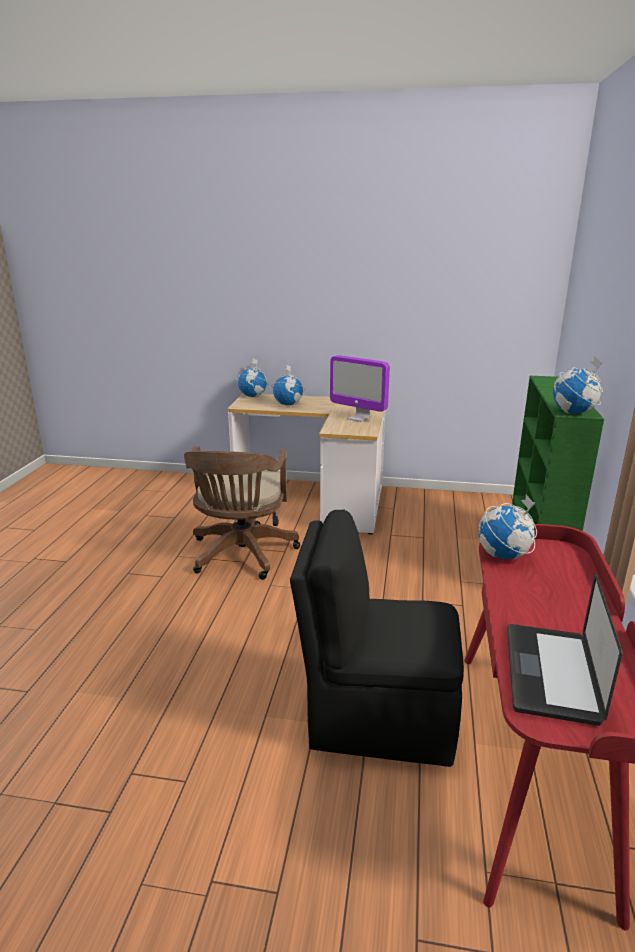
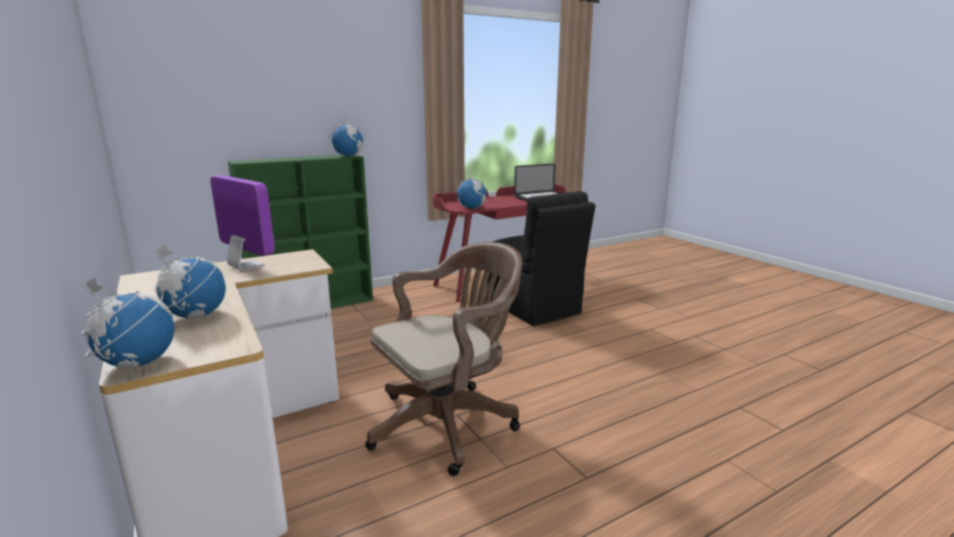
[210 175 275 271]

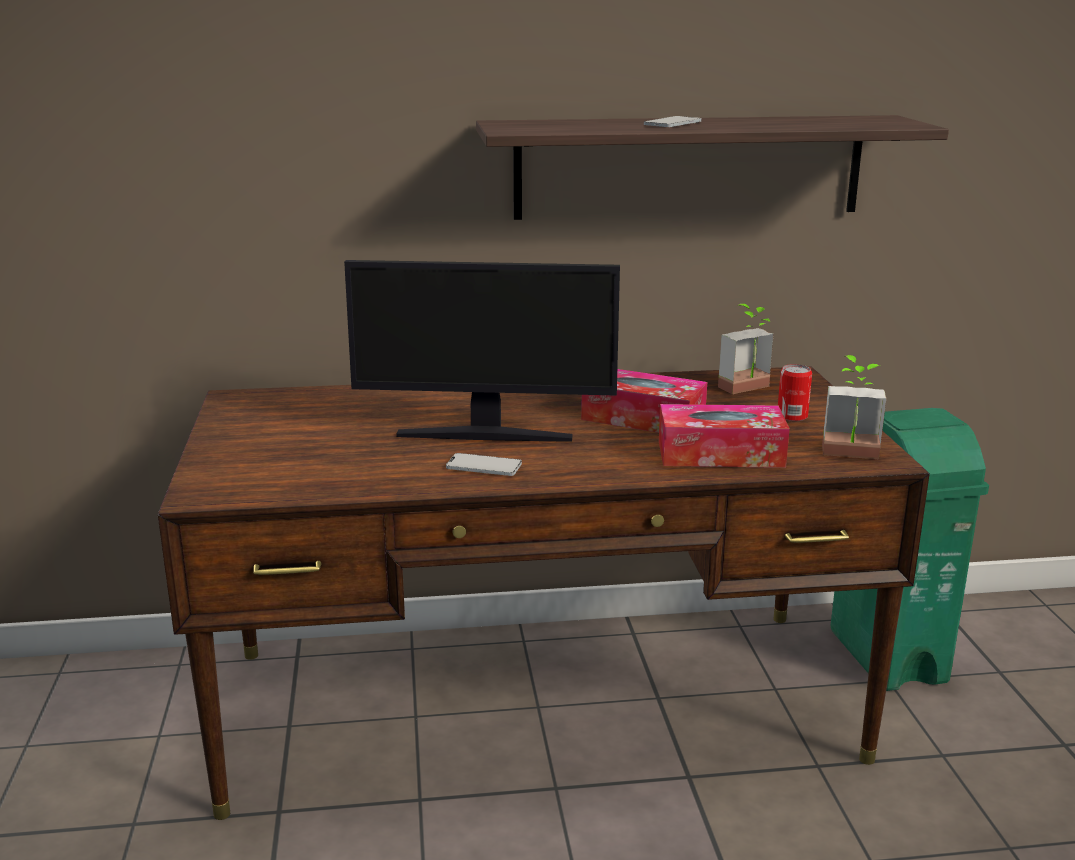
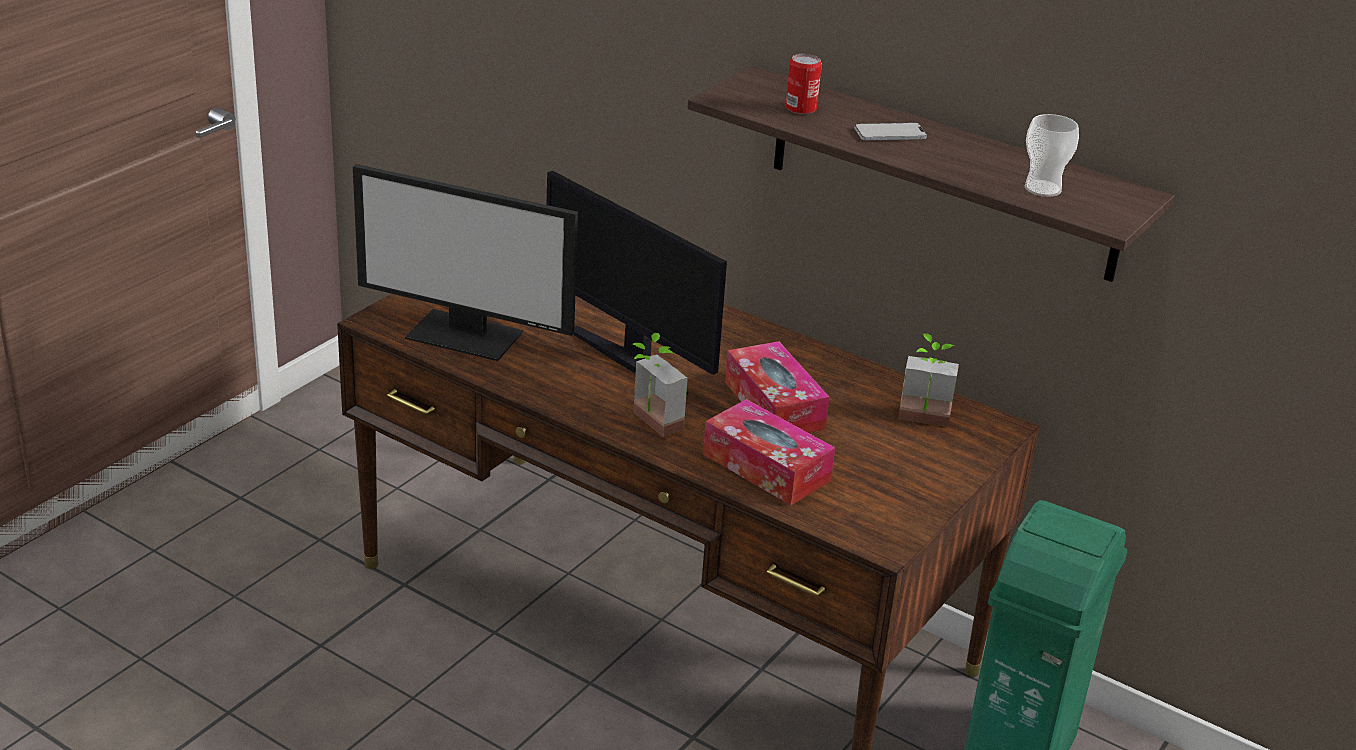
[446 453 522 476] (first image)
[786 54 822 114]
[632 333 688 437]
[353 164 578 361]
[1025 114 1079 197]

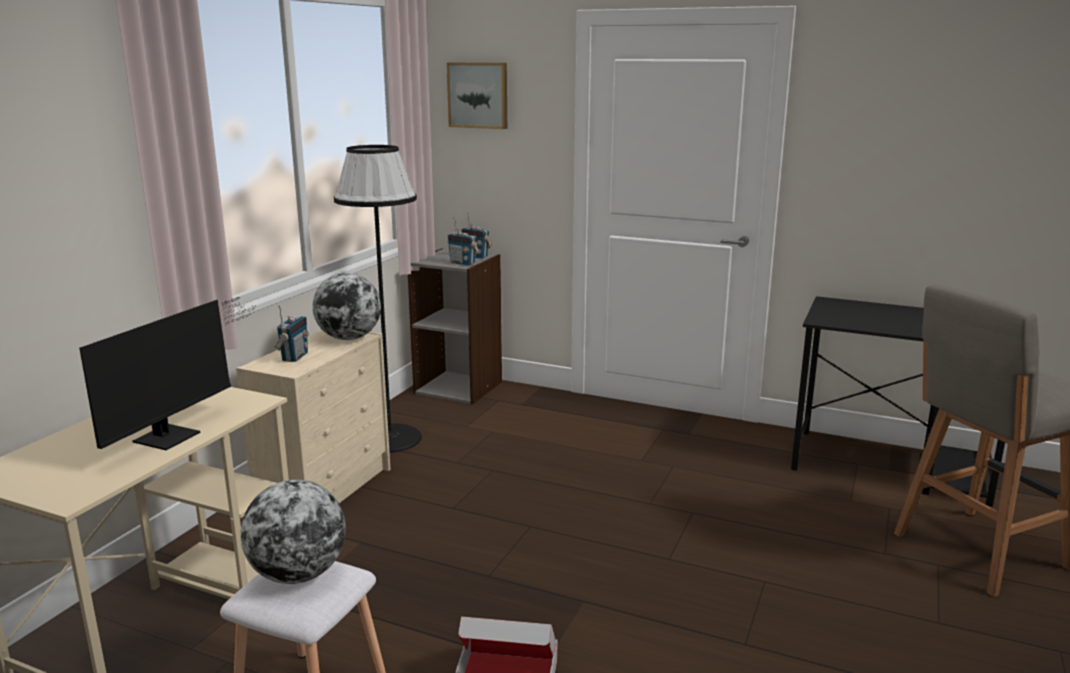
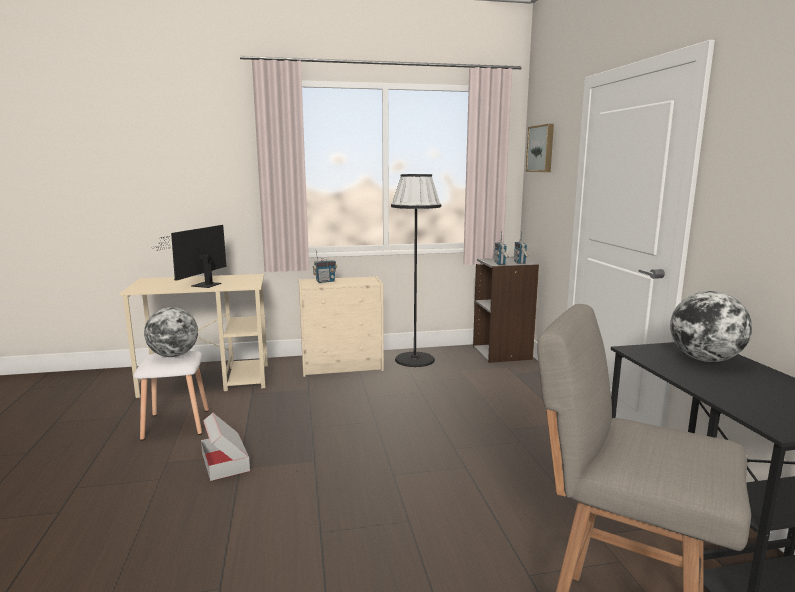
[153 225 227 288]
[670 291 752 362]

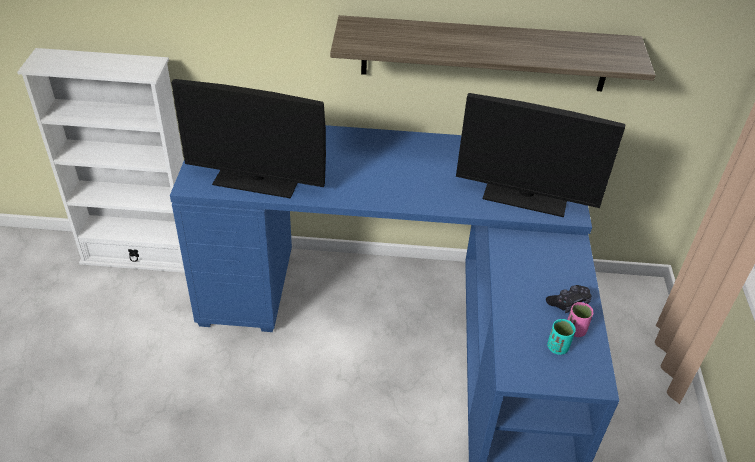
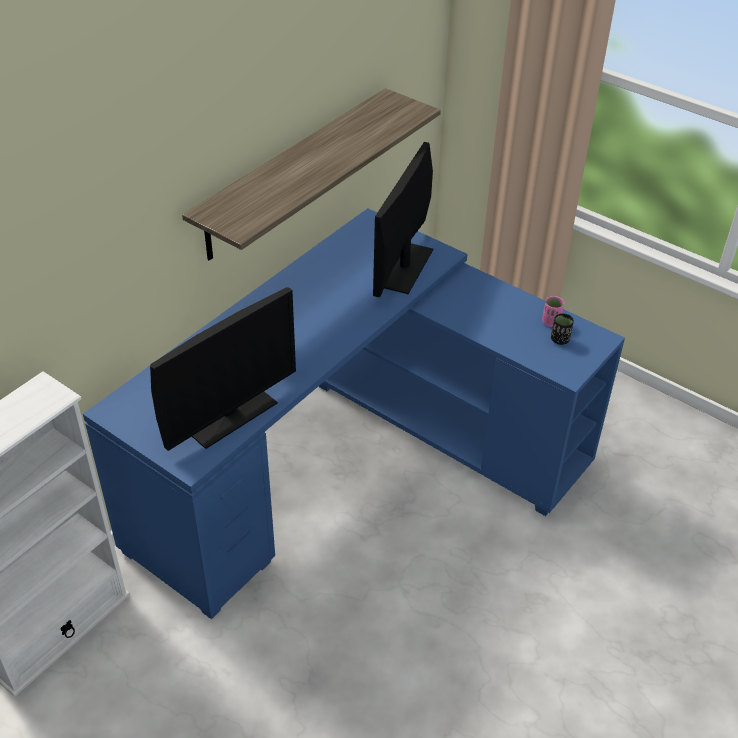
[373 142 433 297]
[546 285 592 313] (first image)
[551 313 574 345]

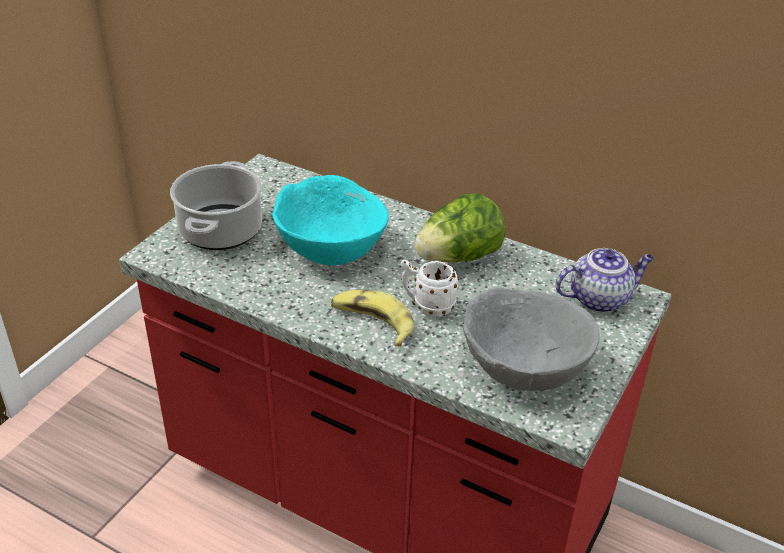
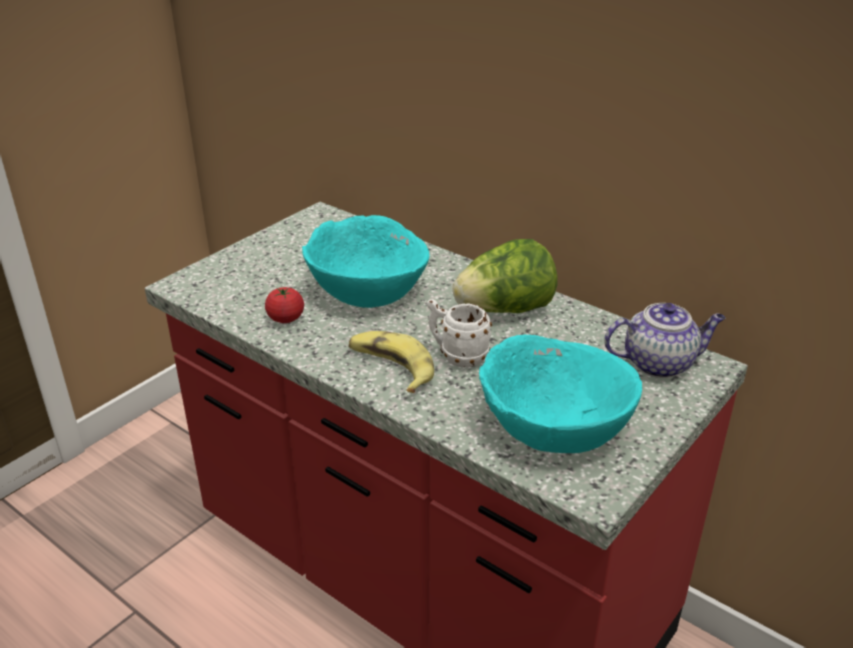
[170 161 262 250] (first image)
[479 335 642 453]
[265 287 304 323]

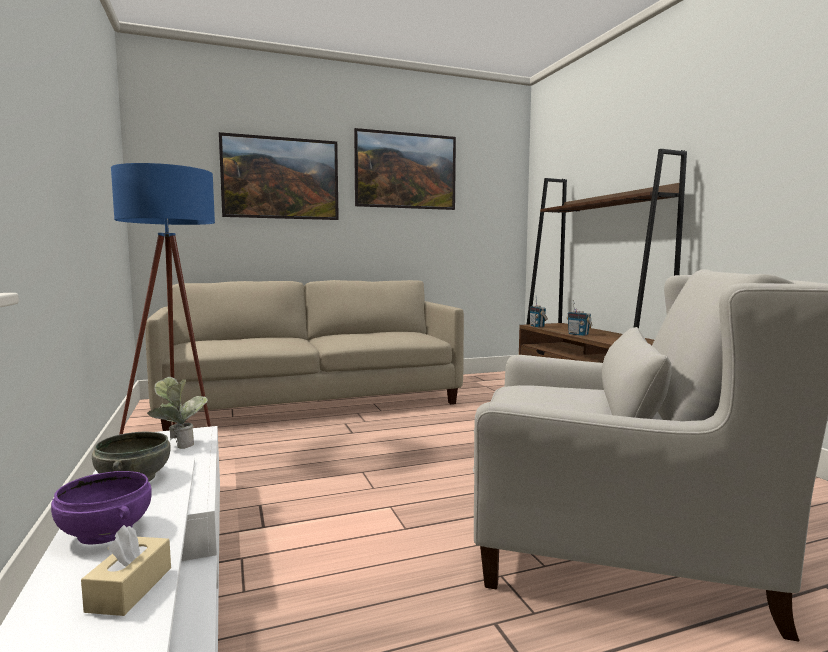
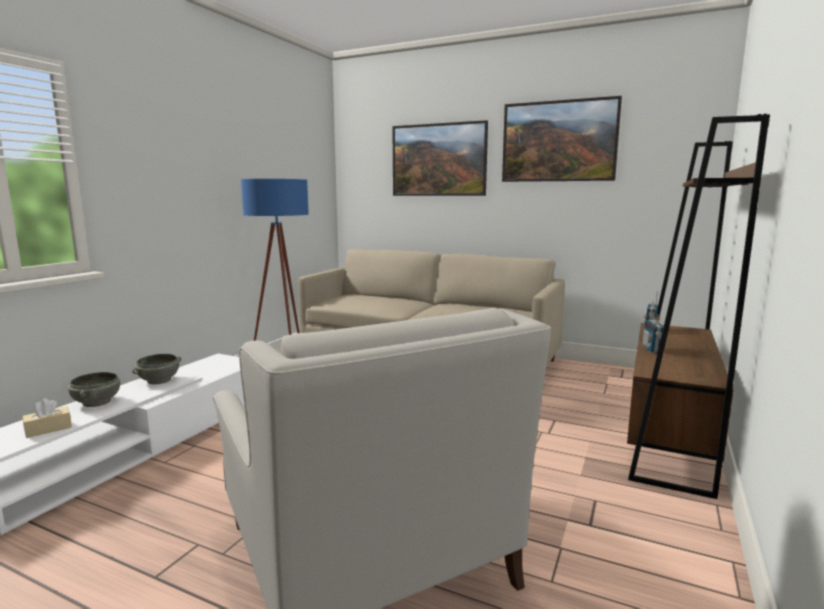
[68 372 120 407]
[148 377 208 449] (first image)

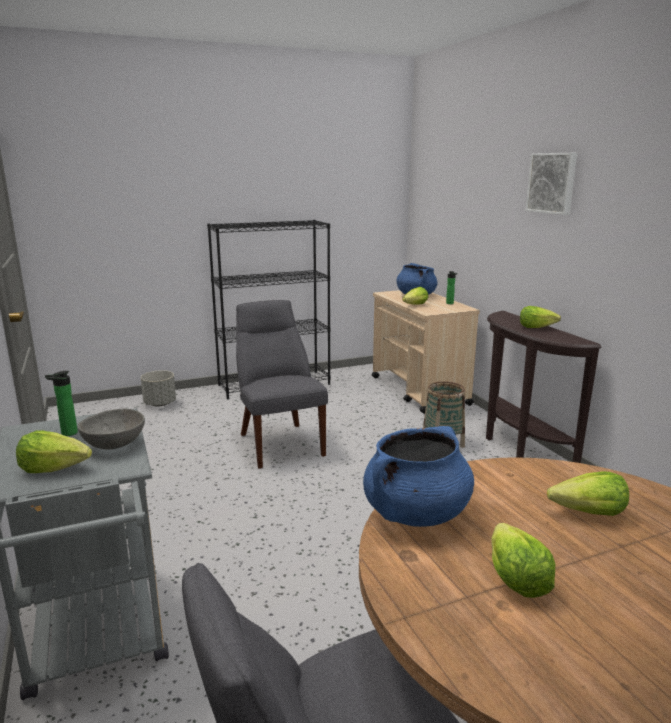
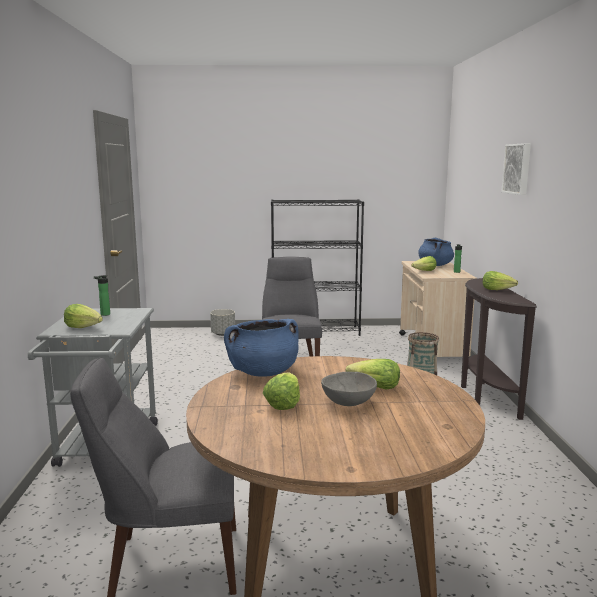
[321 372 377 406]

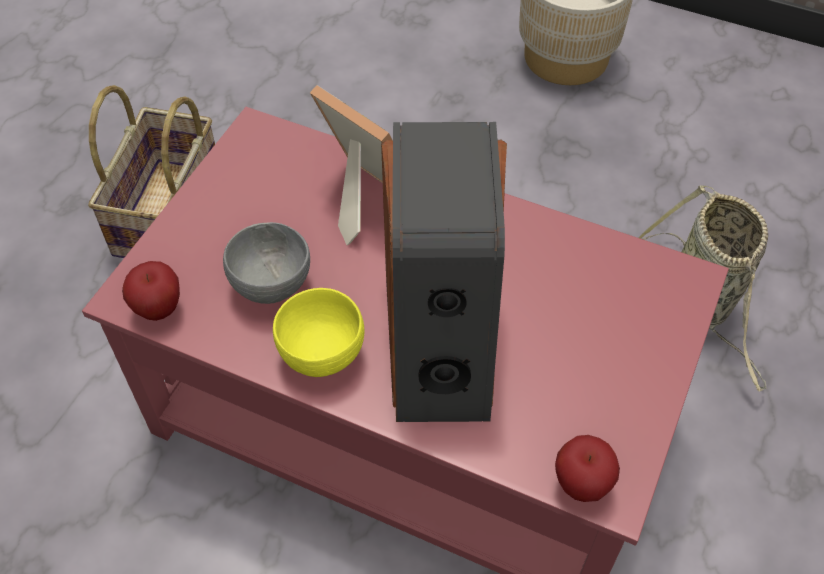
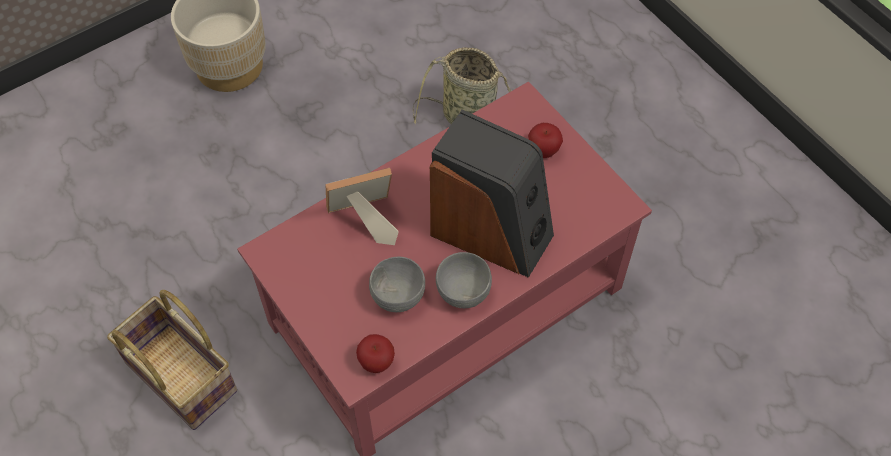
[436 252 492 308]
[528 123 563 158]

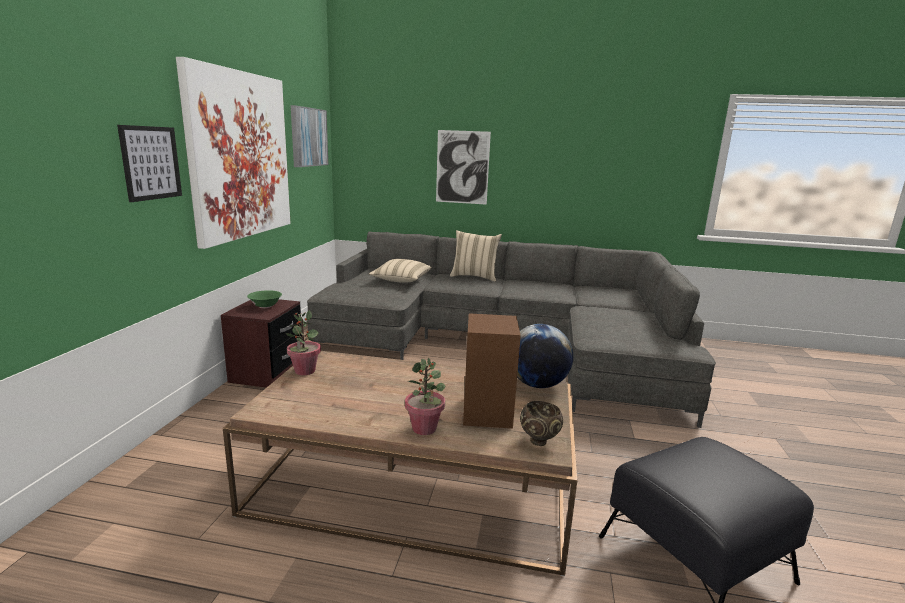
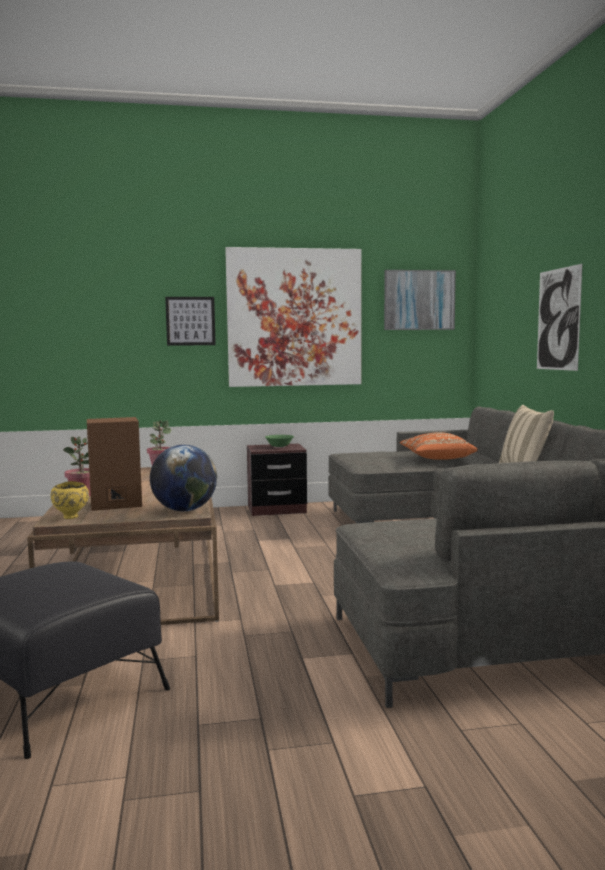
[400 432 478 460]
[51 481 89 519]

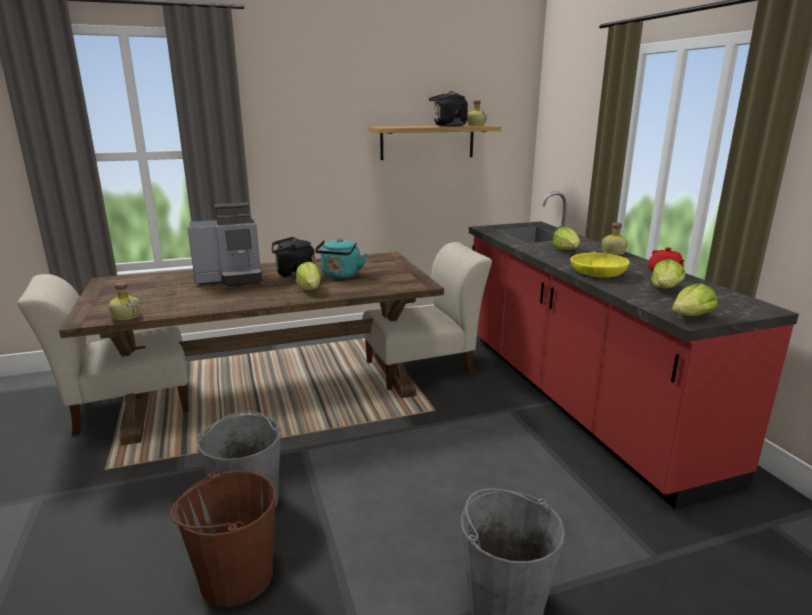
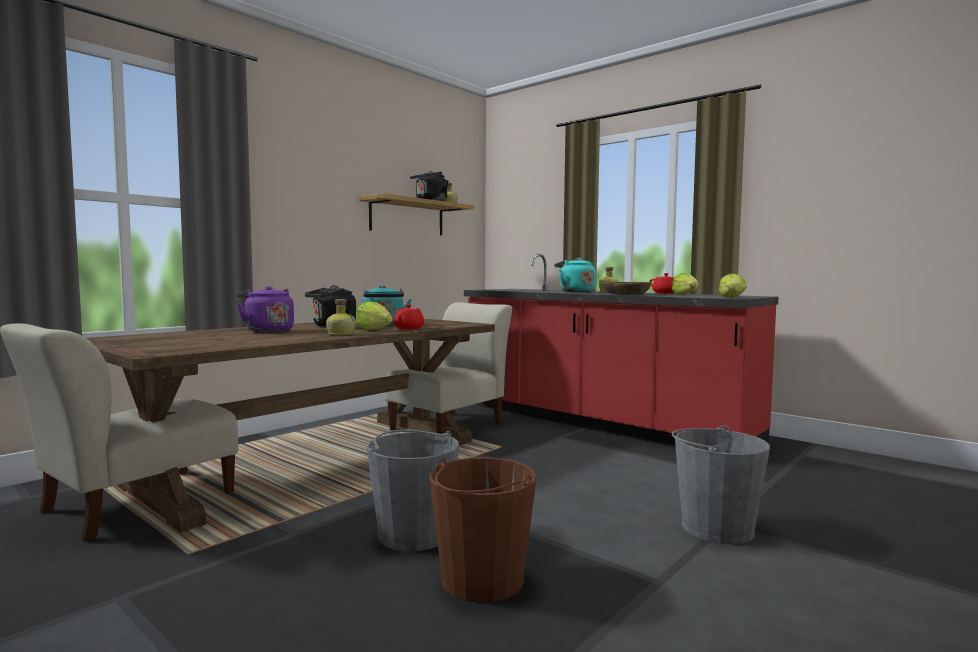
[326 299 356 335]
[237 286 294 332]
[554 258 596 292]
[603 282 651 295]
[393 305 424 329]

